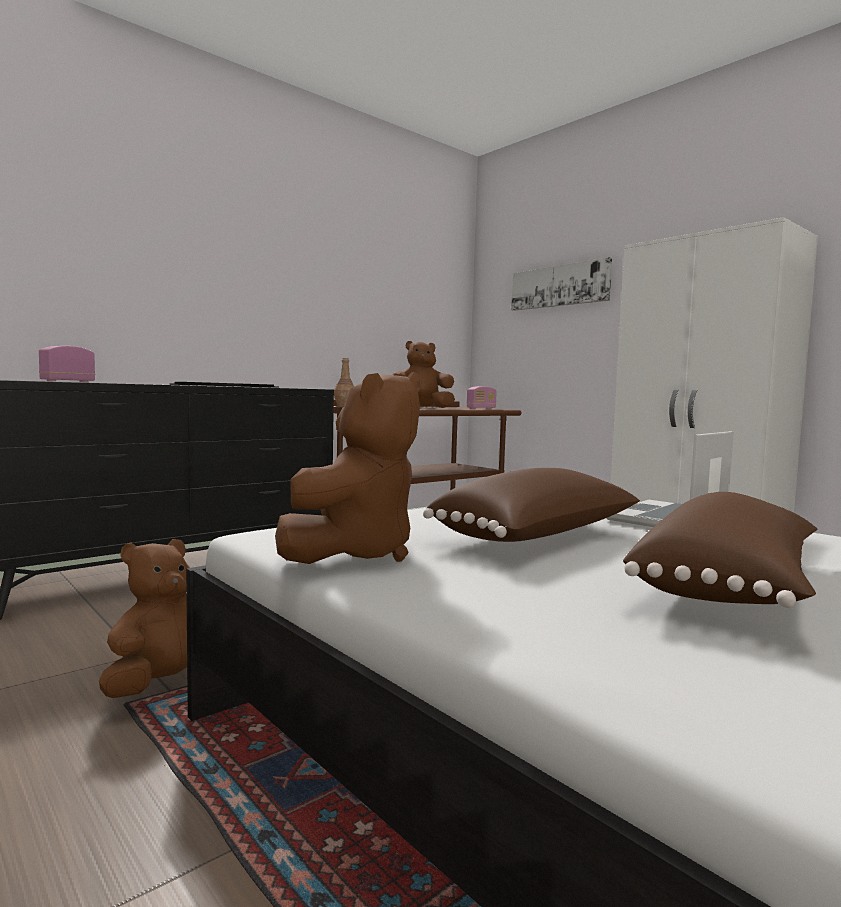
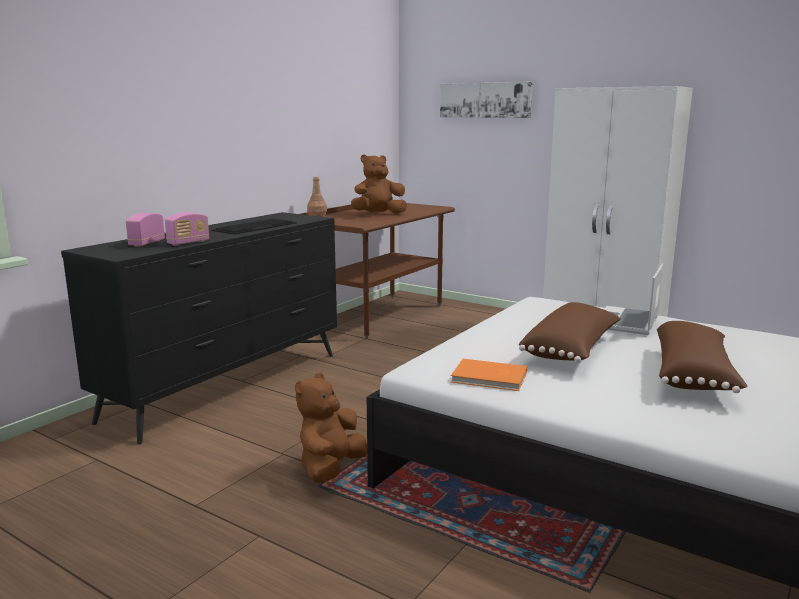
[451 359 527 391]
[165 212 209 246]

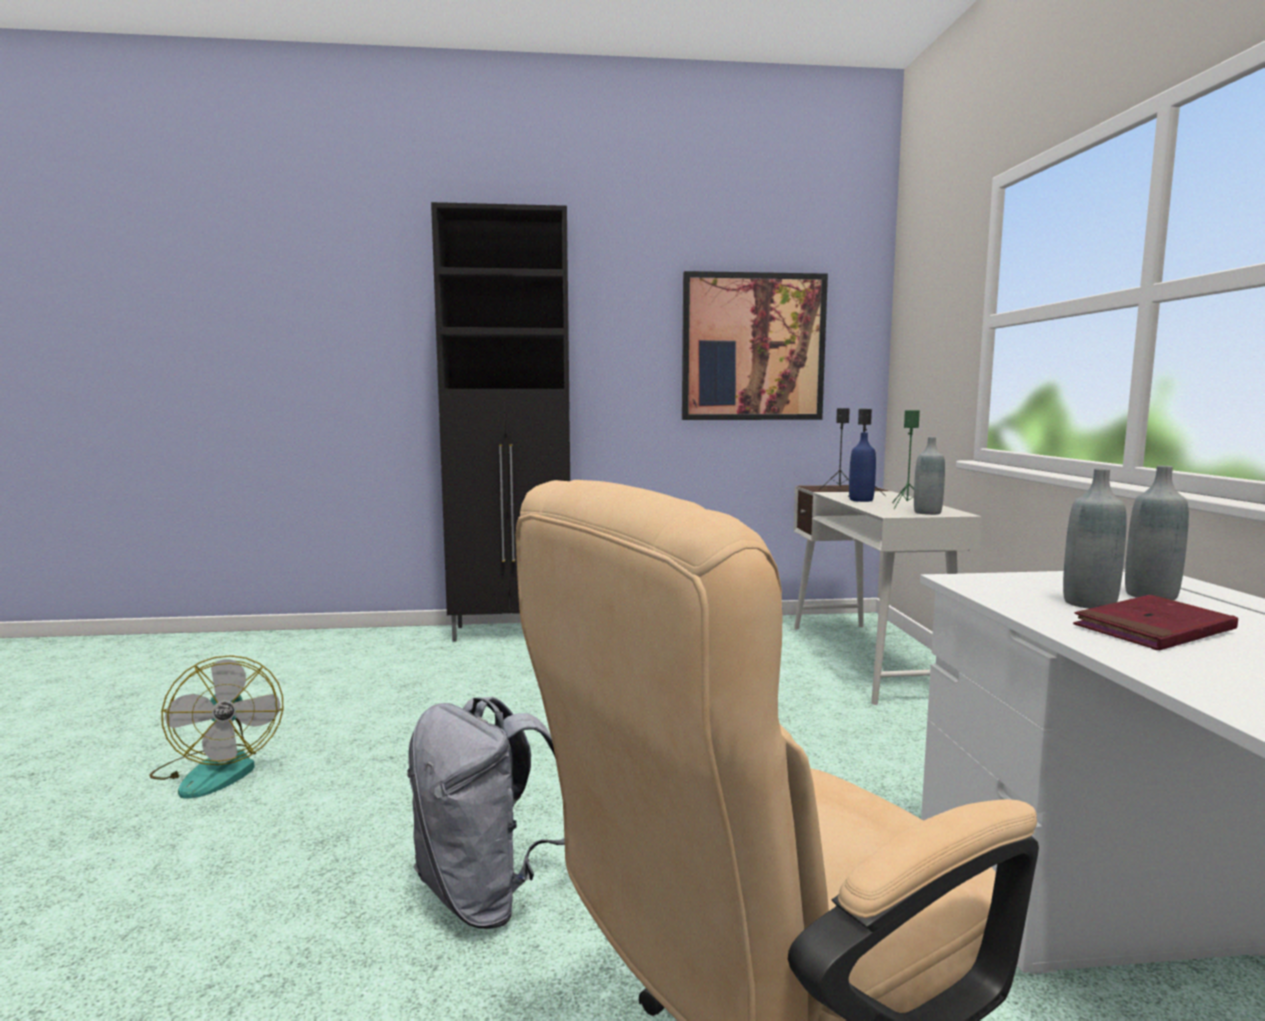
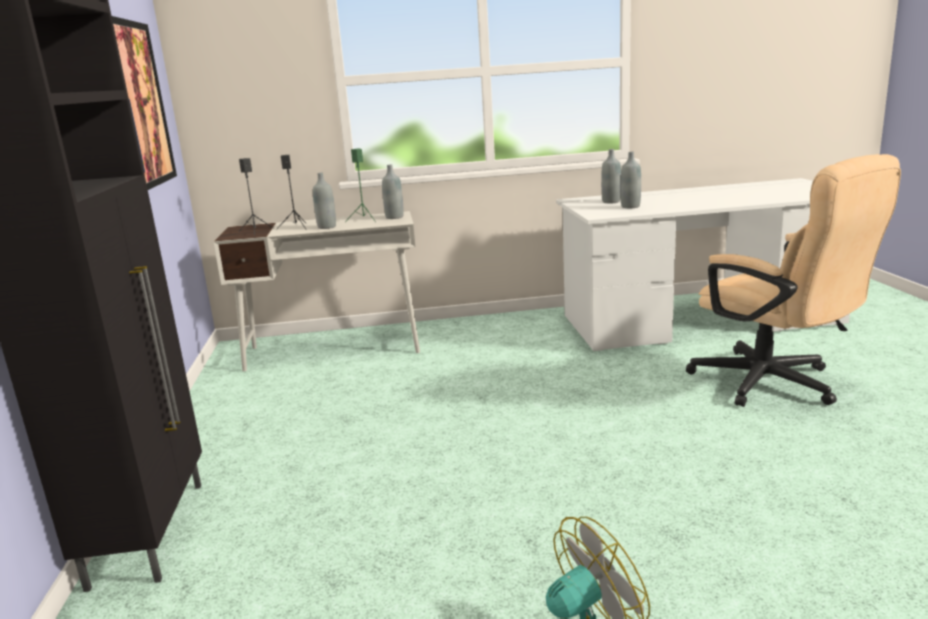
[407 697 565 929] (first image)
[313 172 336 229]
[1073 595 1238 650] (first image)

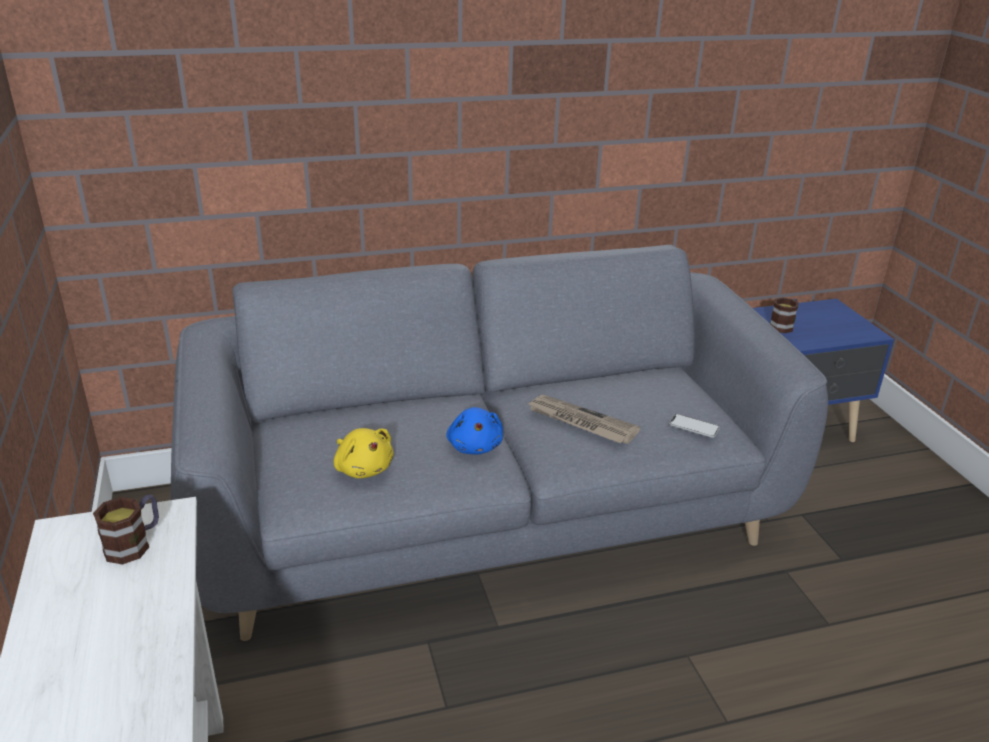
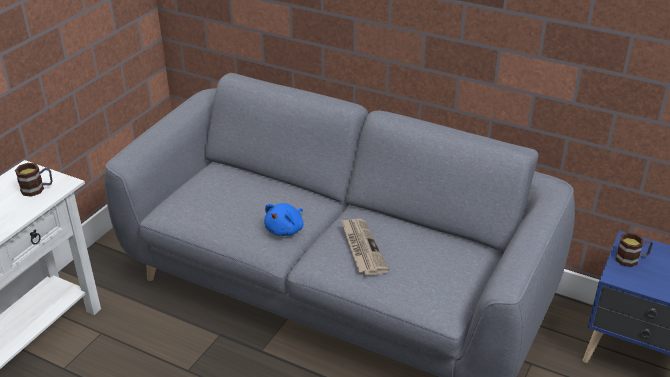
[334 428 393 478] (first image)
[669 414 720 438] (first image)

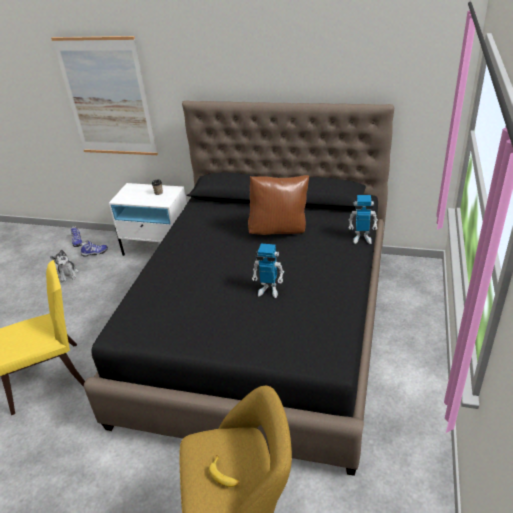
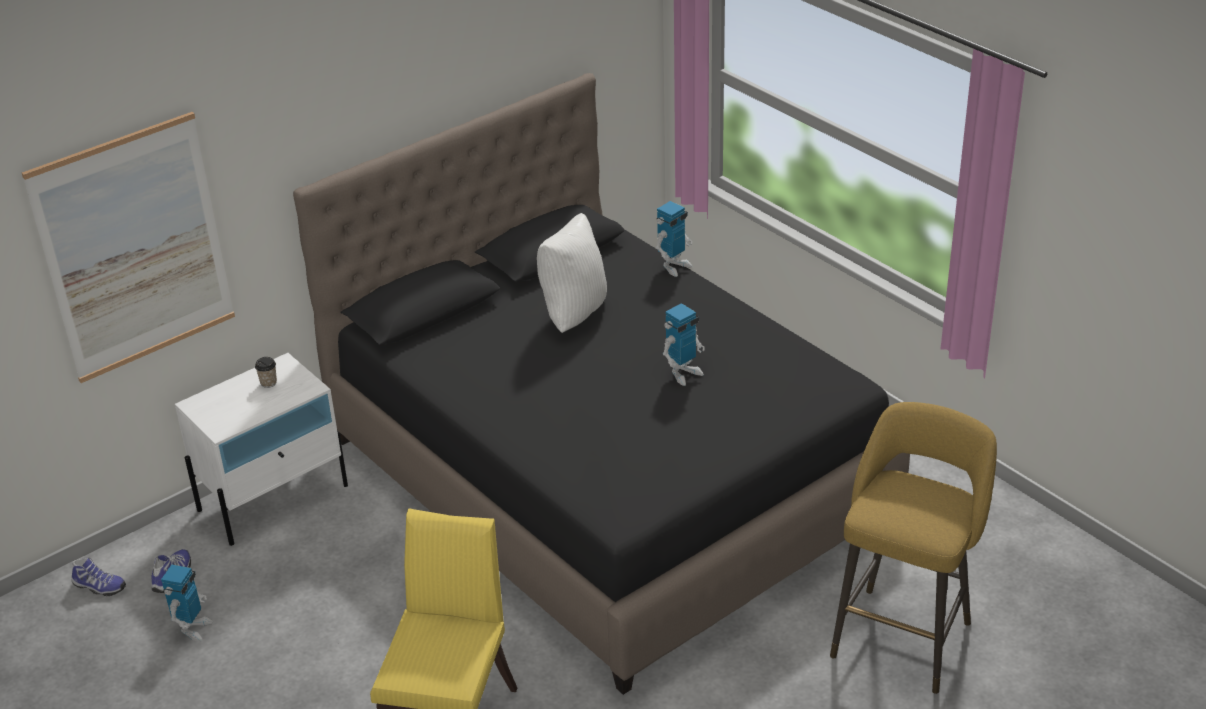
[161 565 214 641]
[209 455 240 487] (first image)
[537 213 607 333]

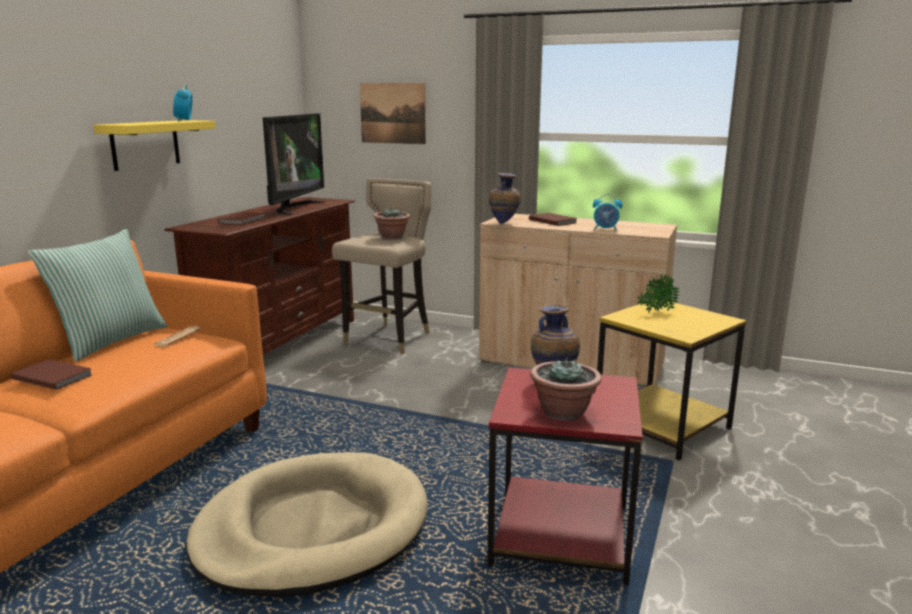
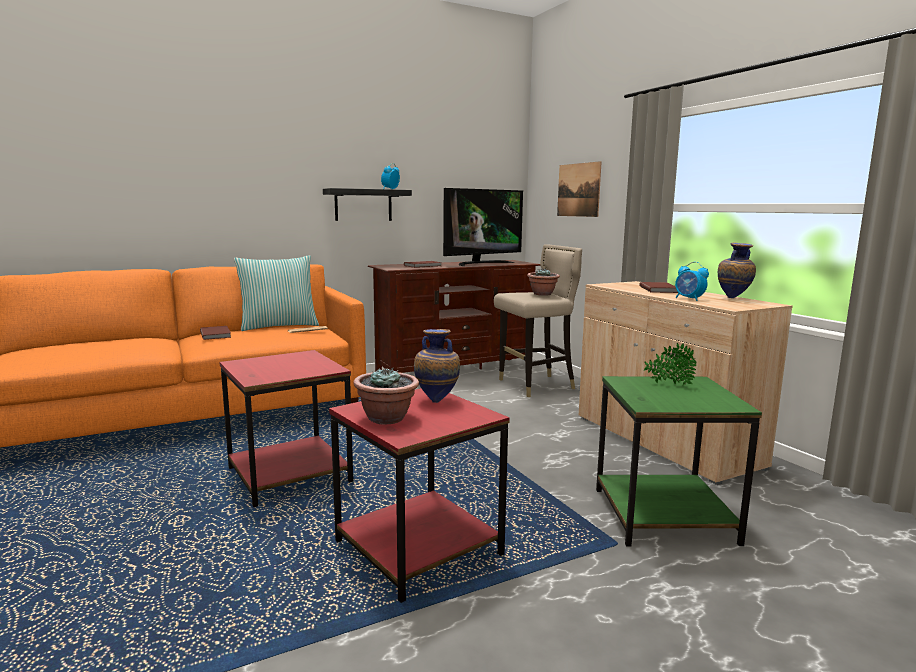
[323 188 412 221]
[219 350 353 507]
[718 242 756 298]
[596 376 762 547]

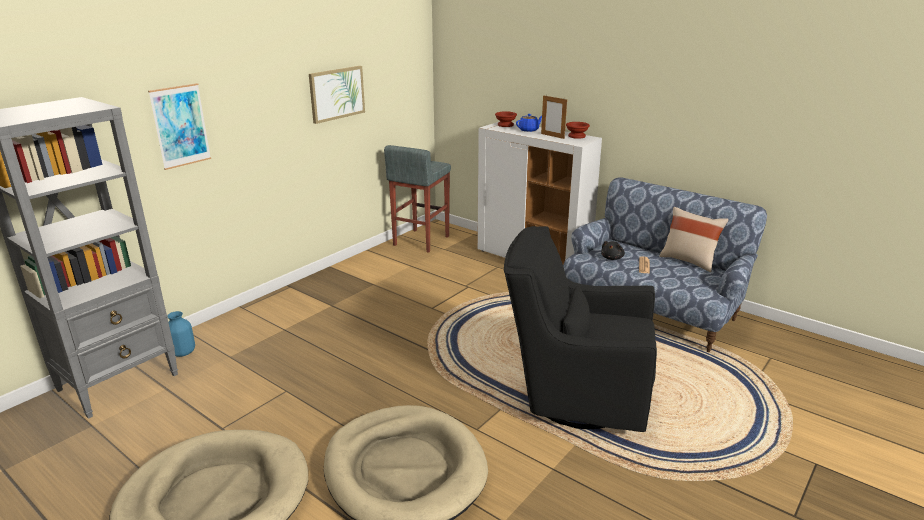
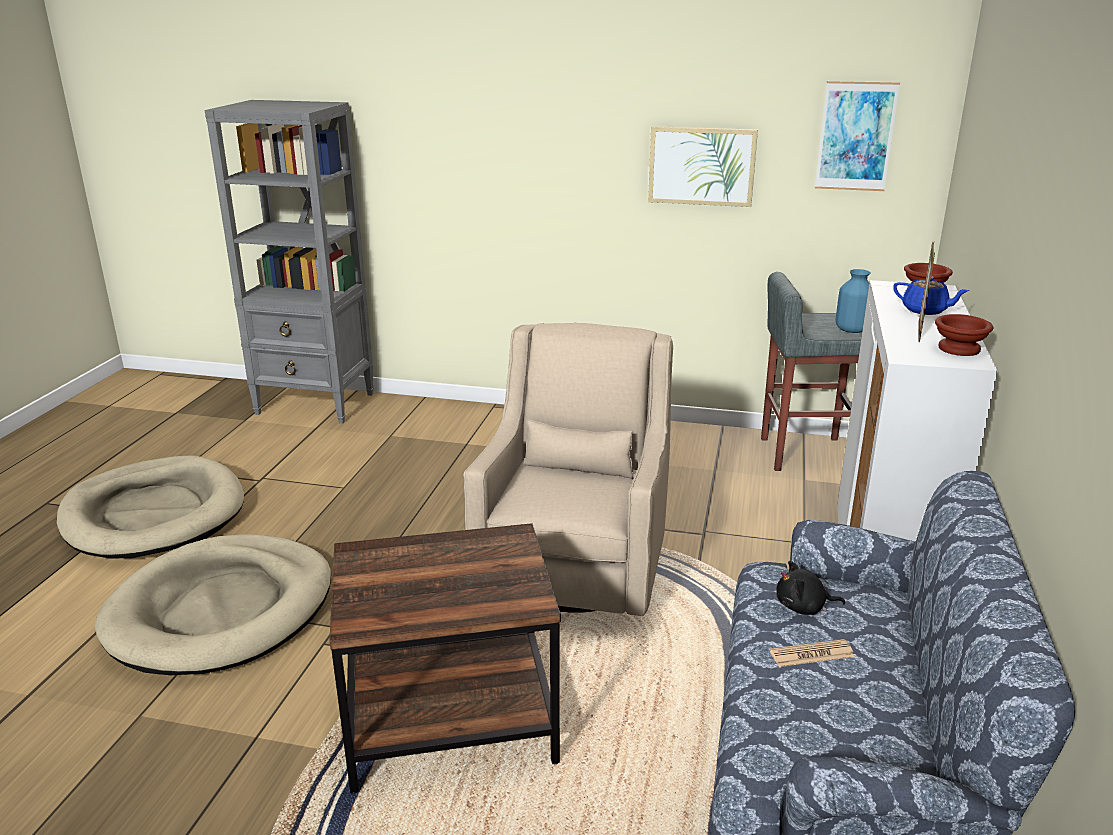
[815 81 900 191]
[836 269 871 333]
[329 523 561 794]
[659 207 729 272] (first image)
[463 323 673 616]

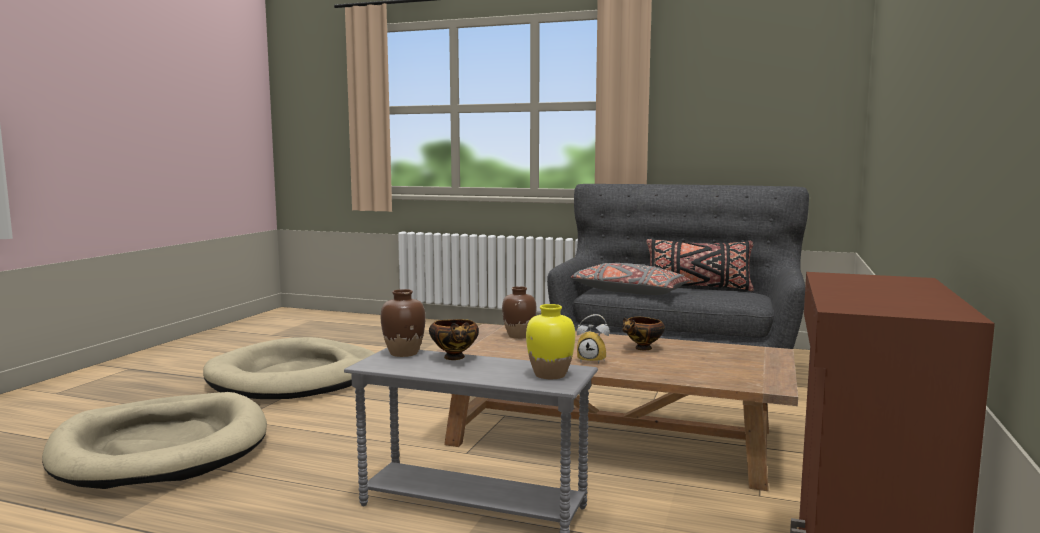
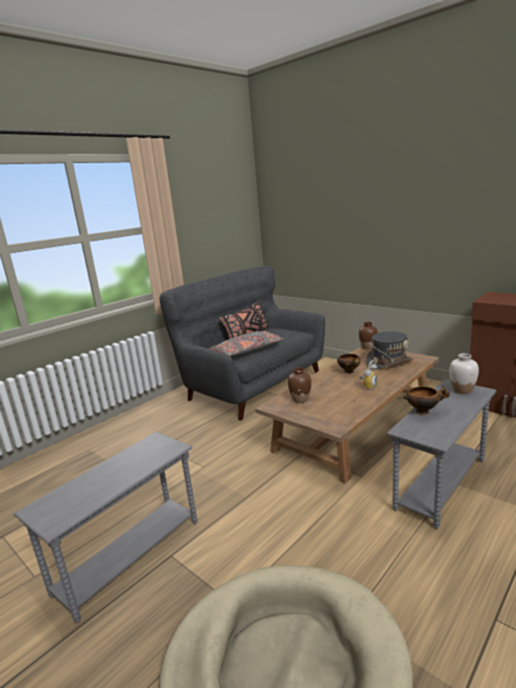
[14 432 197 623]
[359 322 378 350]
[449 353 479 394]
[366 331 413 369]

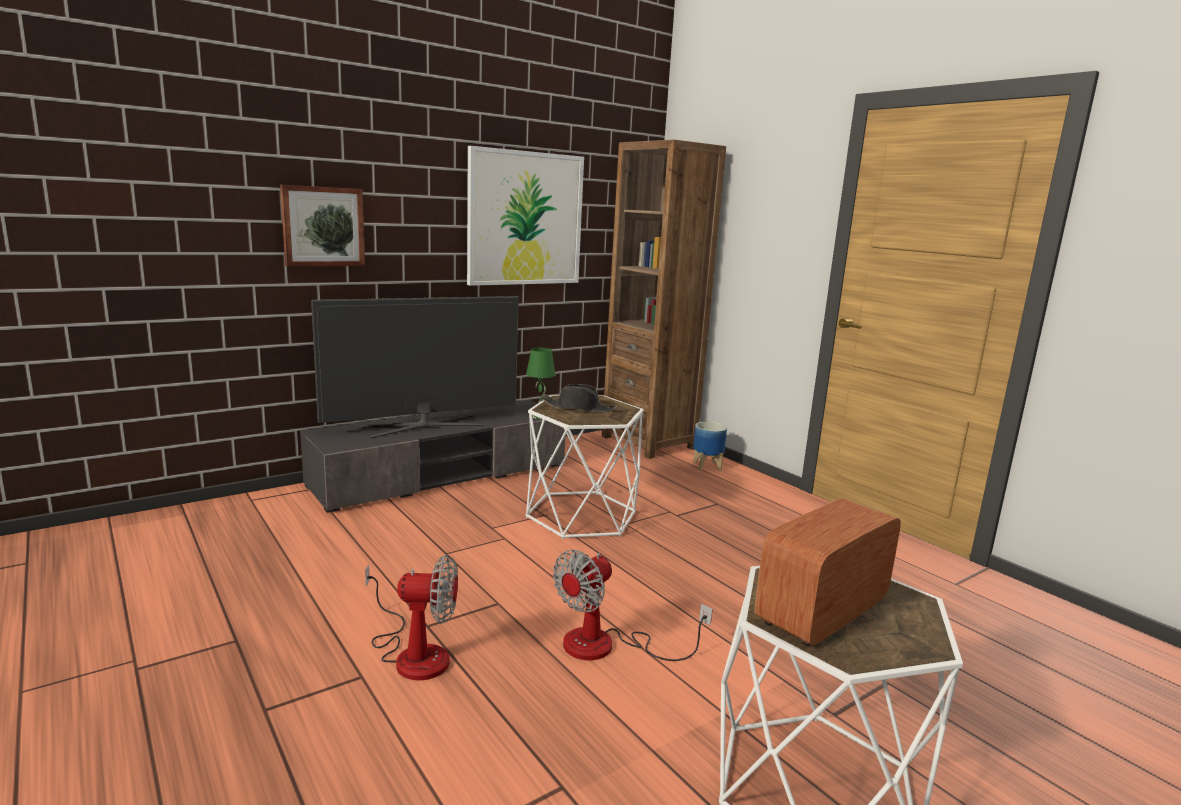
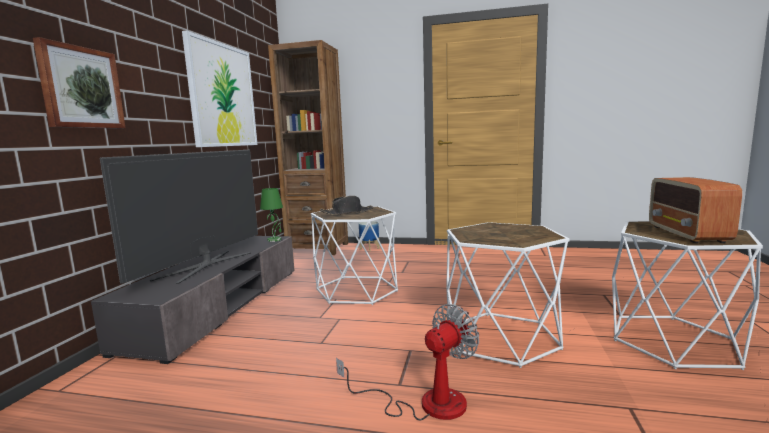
[446 222 570 368]

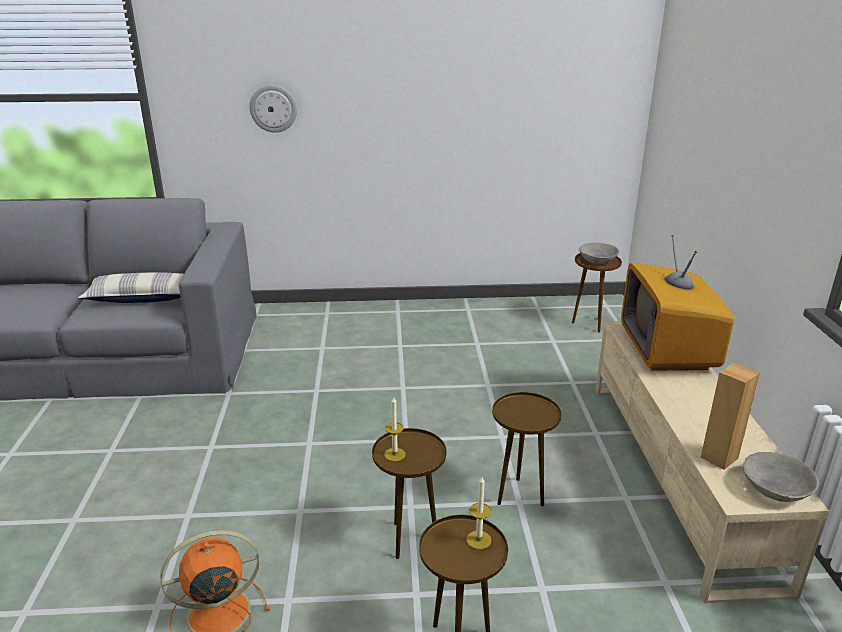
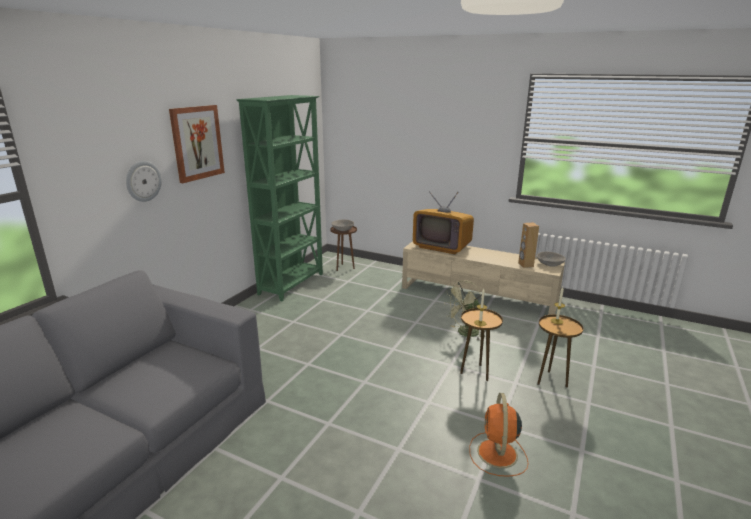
[78 273 184 303] (first image)
[444 280 485 341]
[169 105 225 183]
[236 95 323 301]

